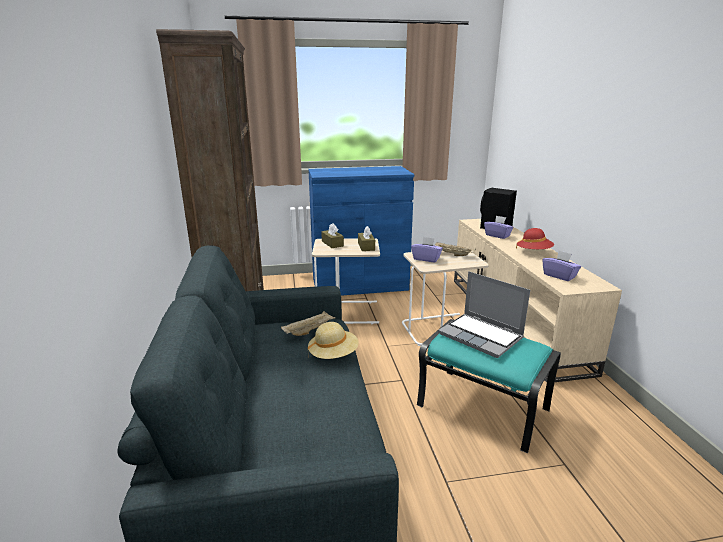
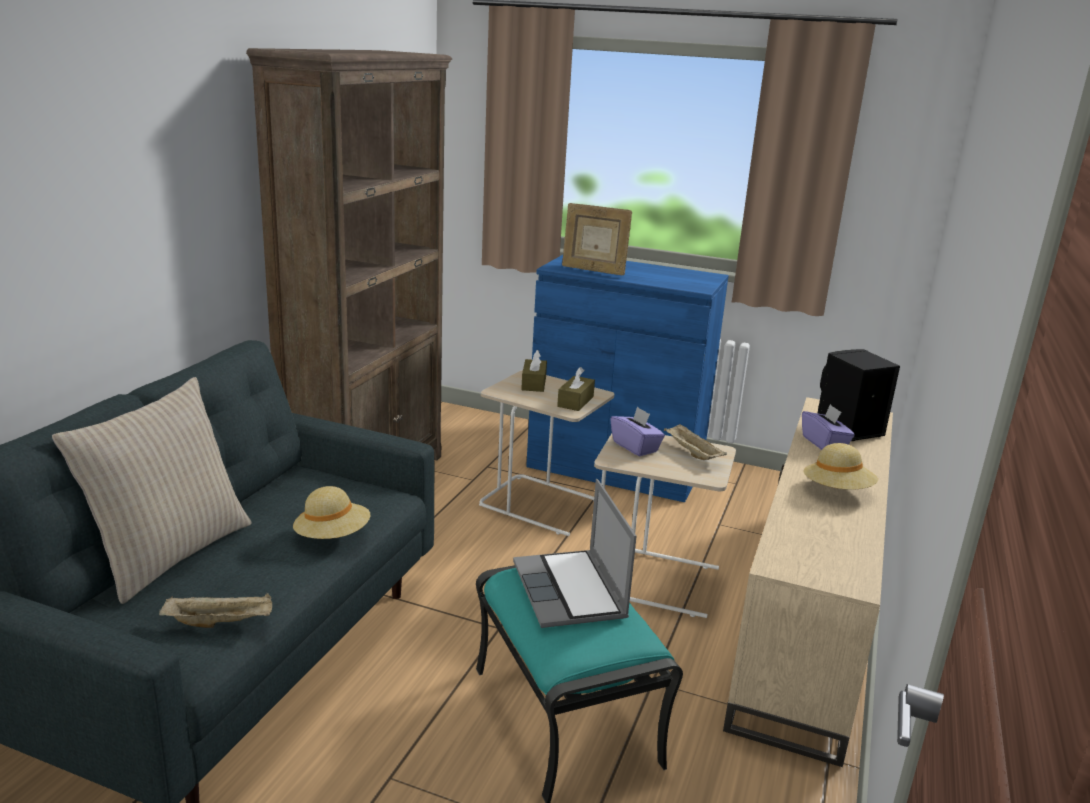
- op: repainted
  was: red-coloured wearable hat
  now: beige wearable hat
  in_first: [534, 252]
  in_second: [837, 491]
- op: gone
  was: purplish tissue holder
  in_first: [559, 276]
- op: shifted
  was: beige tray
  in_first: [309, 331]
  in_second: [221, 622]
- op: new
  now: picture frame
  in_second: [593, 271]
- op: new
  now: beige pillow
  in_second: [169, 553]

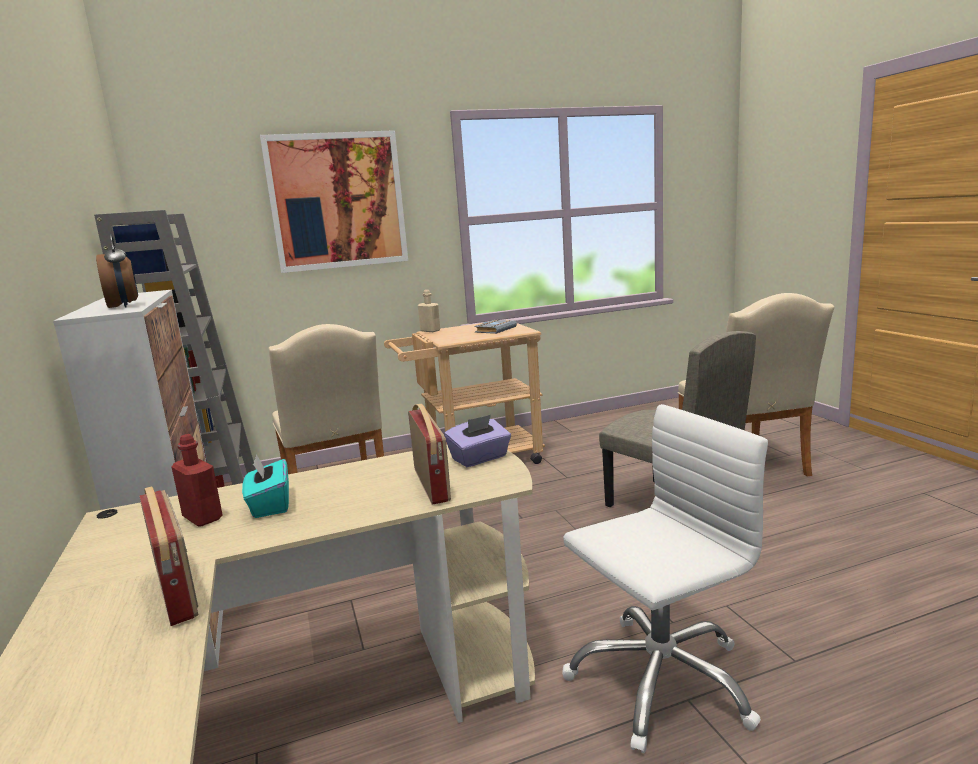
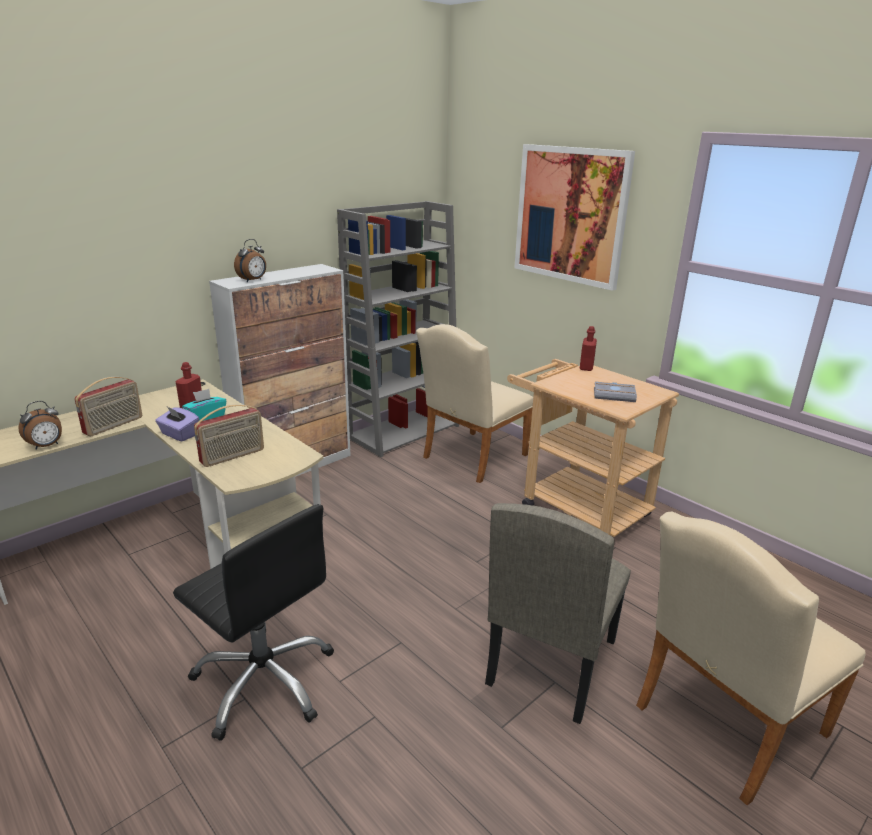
- op: repainted
  was: beige beverage bottle
  now: red-coloured beverage bottle
  in_first: [430, 331]
  in_second: [586, 367]
- op: repainted
  was: white office chair
  now: blackish office chair
  in_first: [660, 679]
  in_second: [264, 681]
- op: shifted
  was: purplish tissue holder
  in_first: [480, 458]
  in_second: [179, 435]
- op: new
  now: alarm clock
  in_second: [46, 446]

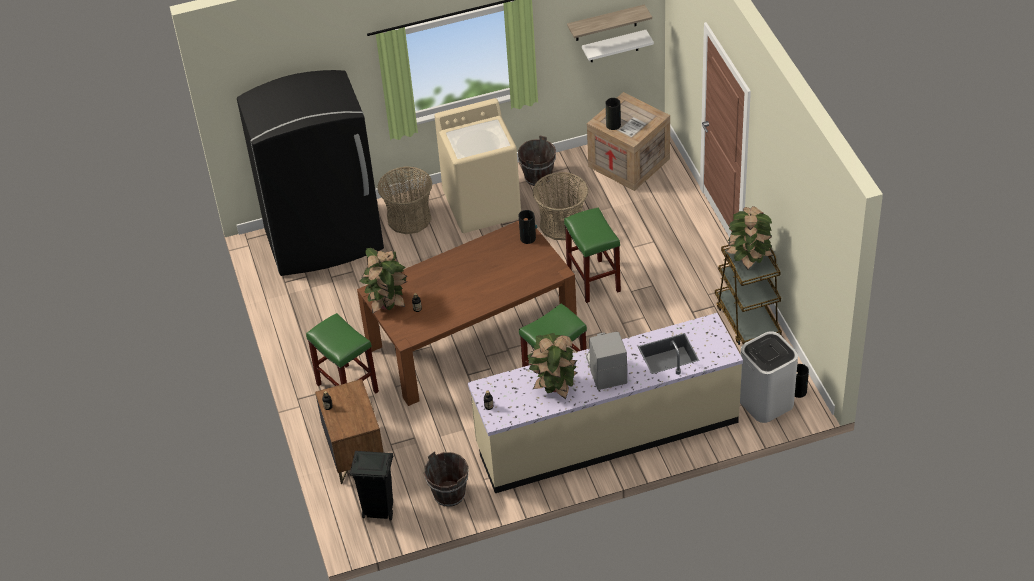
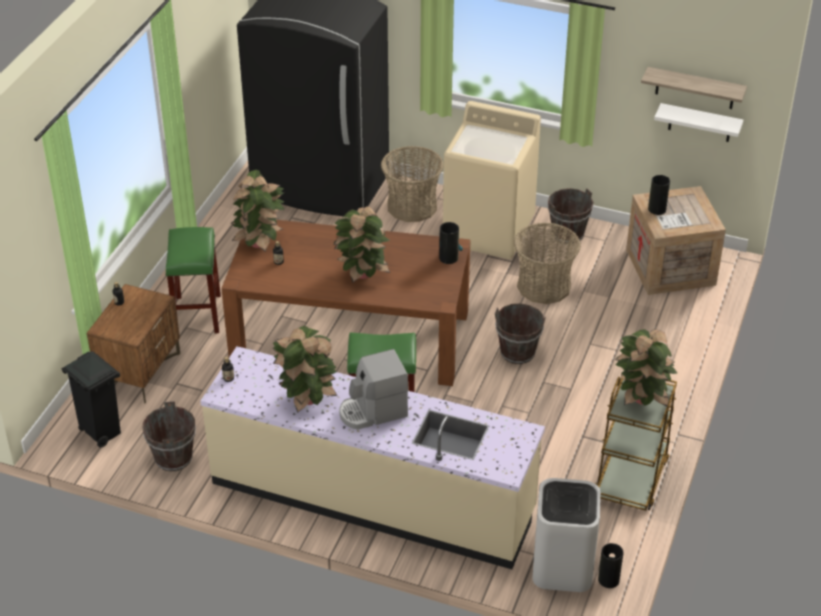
- op: swapped
  was: greenish stool
  now: brown-coloured bucket
  in_first: [594, 281]
  in_second: [517, 352]
- op: rotated
  was: coffee machine
  in_first: [605, 369]
  in_second: [373, 412]
  clockwise: -135
- op: new
  now: houseplant
  in_second: [362, 274]

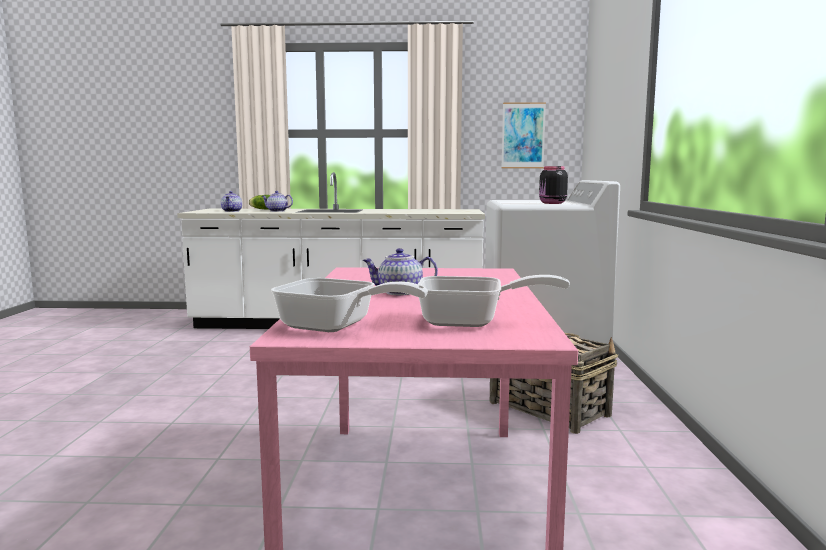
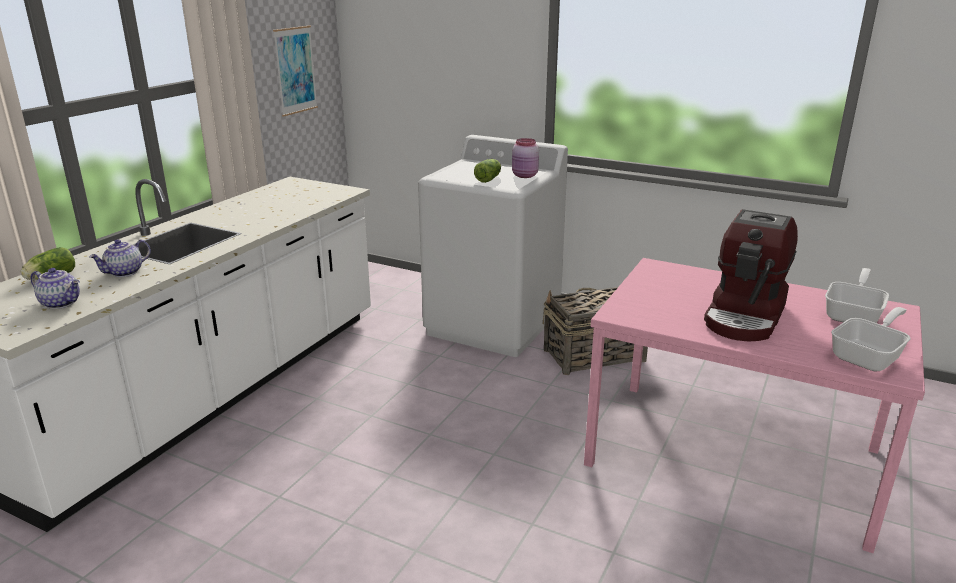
- op: repainted
  was: blackish storage jar
  now: pink storage jar
  in_first: [552, 203]
  in_second: [525, 176]
- op: swapped
  was: tea pot
  now: coffee machine
  in_first: [399, 292]
  in_second: [746, 316]
- op: new
  now: lettuce
  in_second: [489, 179]

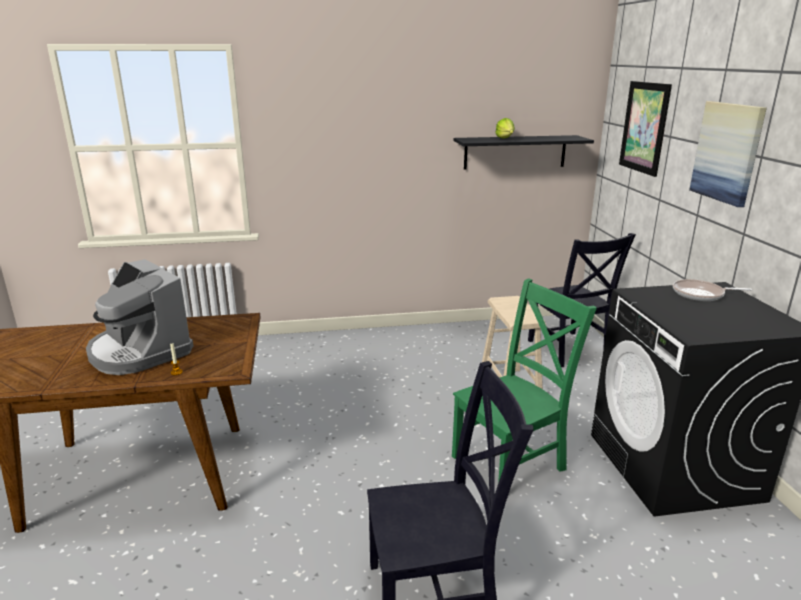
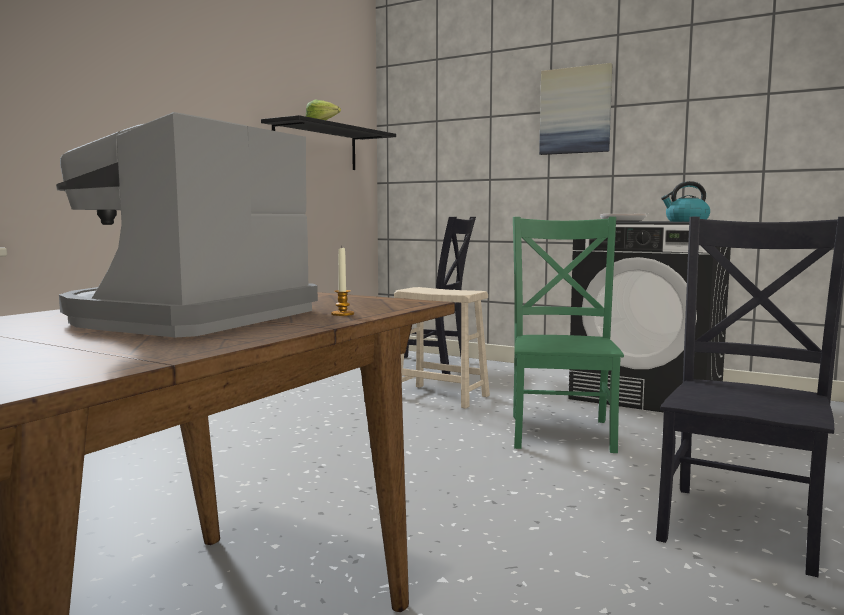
- op: gone
  was: wall art
  in_first: [644, 127]
- op: rotated
  was: coffee machine
  in_first: [139, 351]
  in_second: [190, 318]
  clockwise: 120
- op: new
  now: kettle
  in_second: [686, 221]

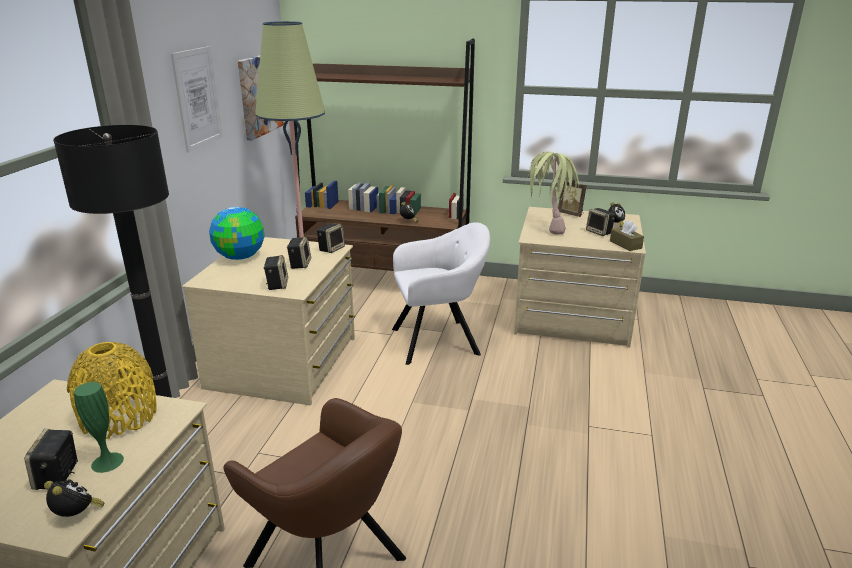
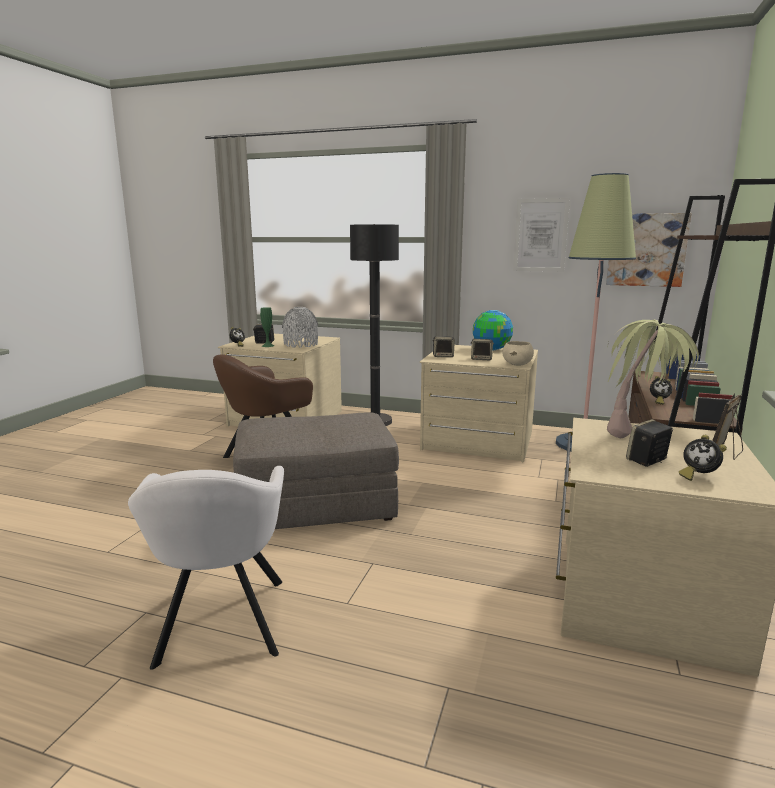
- op: gone
  was: brown-coloured tissue holder
  in_first: [625, 244]
- op: shifted
  was: white armchair
  in_first: [439, 340]
  in_second: [222, 625]
- op: swapped
  was: audio speaker
  now: beige deep dish
  in_first: [331, 249]
  in_second: [517, 364]
- op: repainted
  was: yellow-coloured flower vase
  now: greyish flower vase
  in_first: [119, 416]
  in_second: [301, 344]
- op: new
  now: greyish ottoman
  in_second: [317, 504]

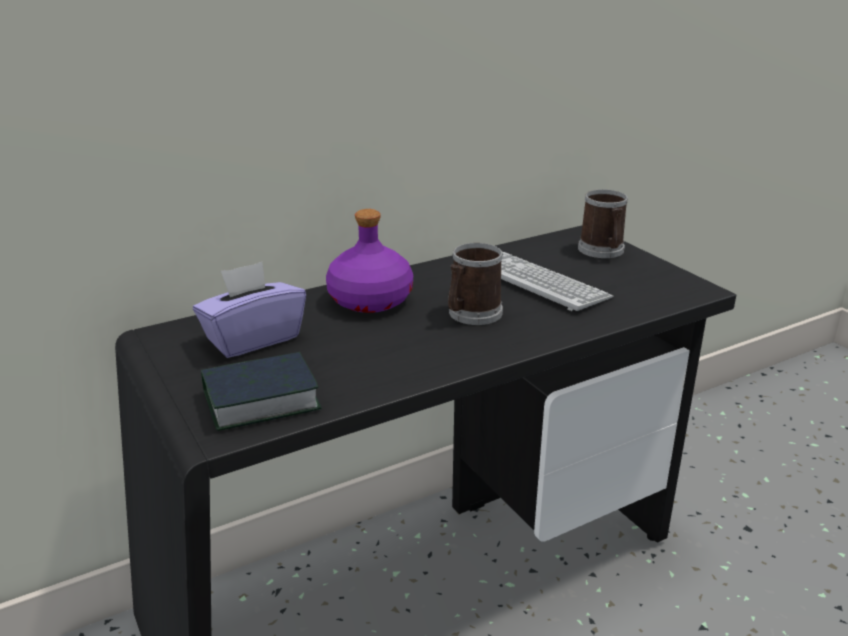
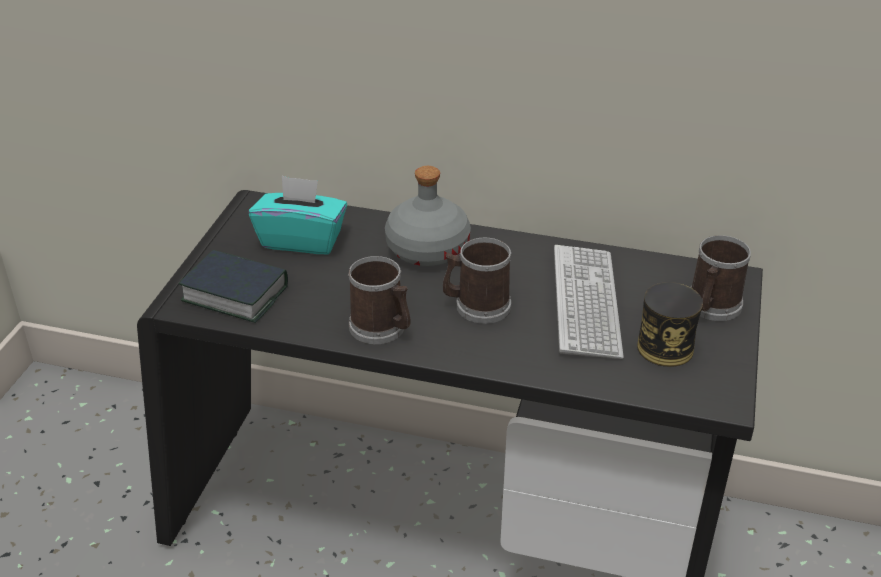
- op: repainted
  was: purplish beverage bottle
  now: greyish beverage bottle
  in_first: [369, 300]
  in_second: [427, 249]
- op: repainted
  was: purplish tissue holder
  now: turquoise tissue holder
  in_first: [253, 339]
  in_second: [302, 240]
- op: new
  now: mug
  in_second: [382, 329]
- op: new
  now: sealed can
  in_second: [665, 348]

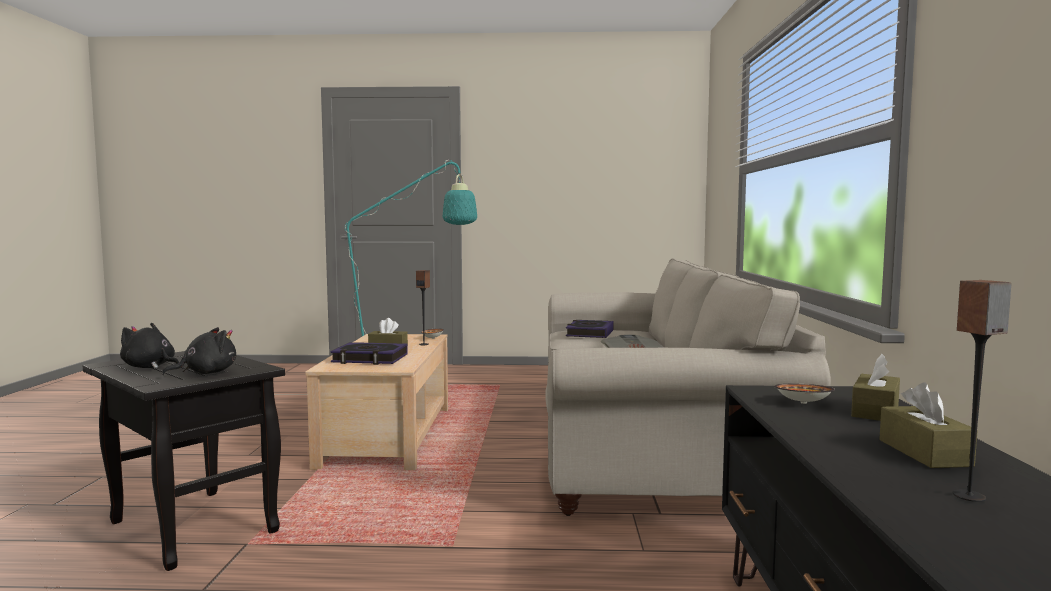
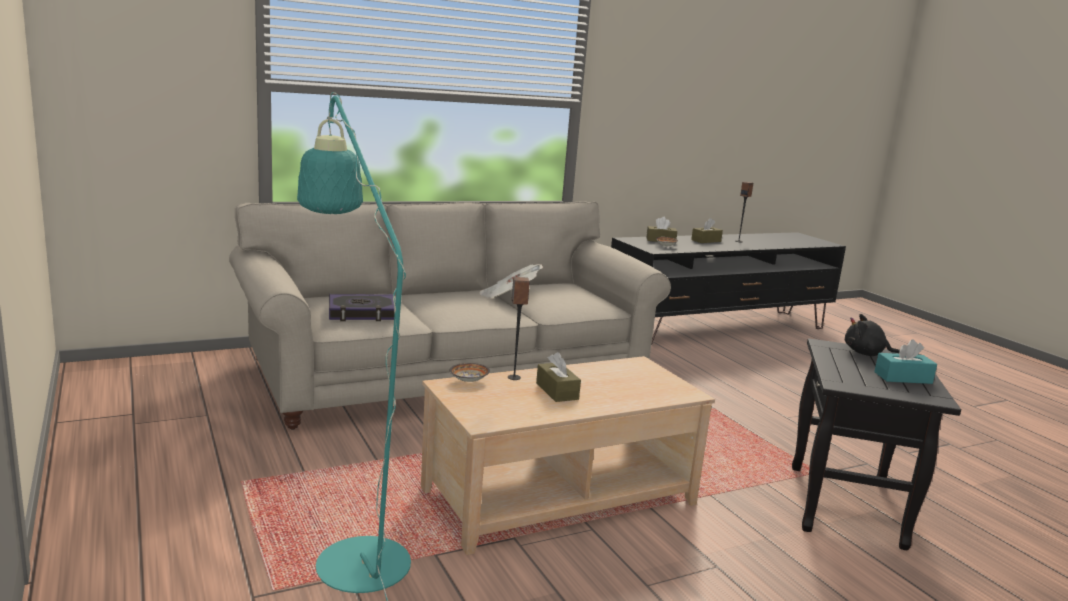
- op: swapped
  was: blackish soft toy
  now: turquoise tissue holder
  in_first: [150, 367]
  in_second: [903, 378]
- op: gone
  was: book
  in_first: [370, 359]

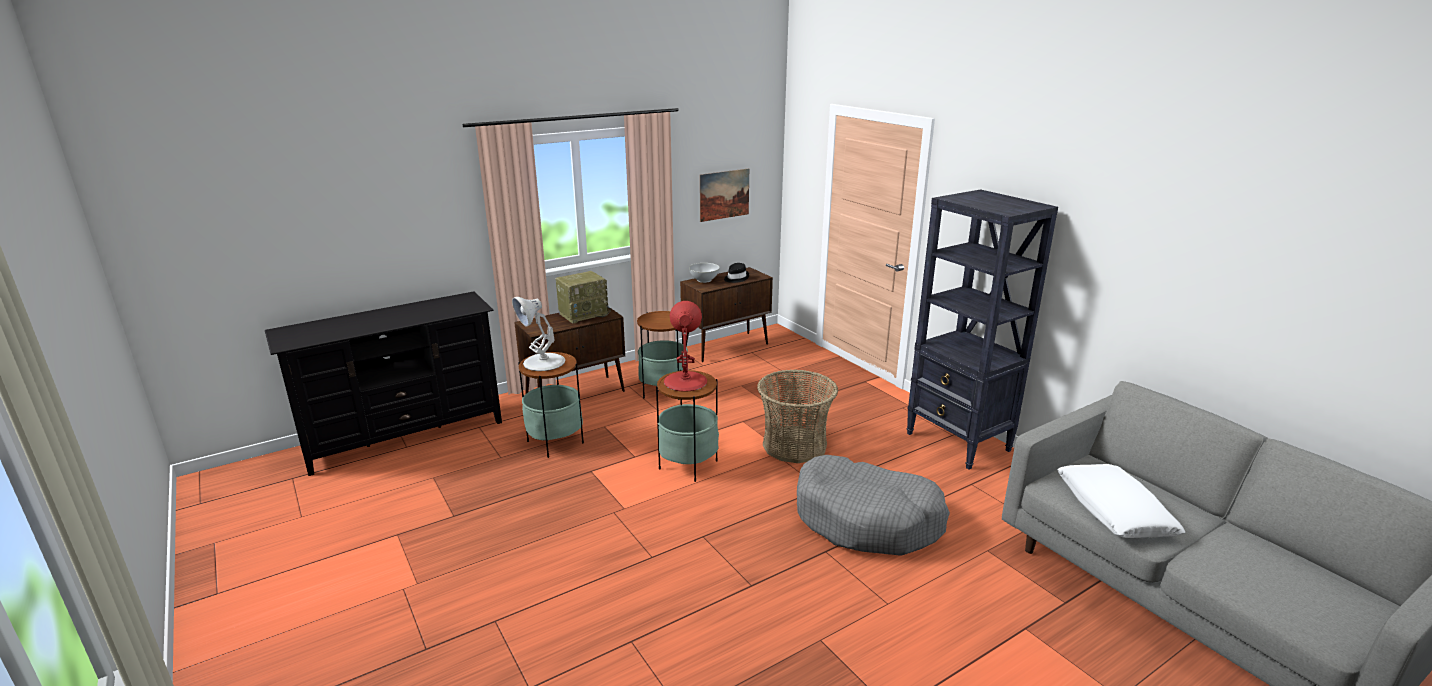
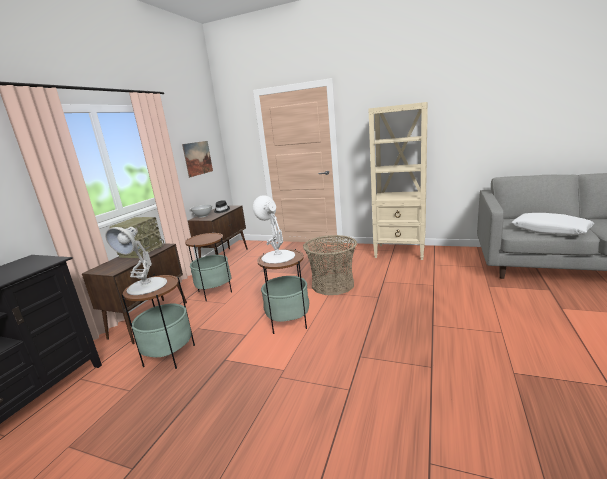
- op: repainted
  was: blackish bookcase
  now: beige bookcase
  in_first: [958, 442]
  in_second: [400, 252]
- op: repainted
  was: red-coloured tabletop lamp
  now: white tabletop lamp
  in_first: [685, 380]
  in_second: [277, 256]
- op: gone
  was: greyish dog cushion
  in_first: [867, 519]

